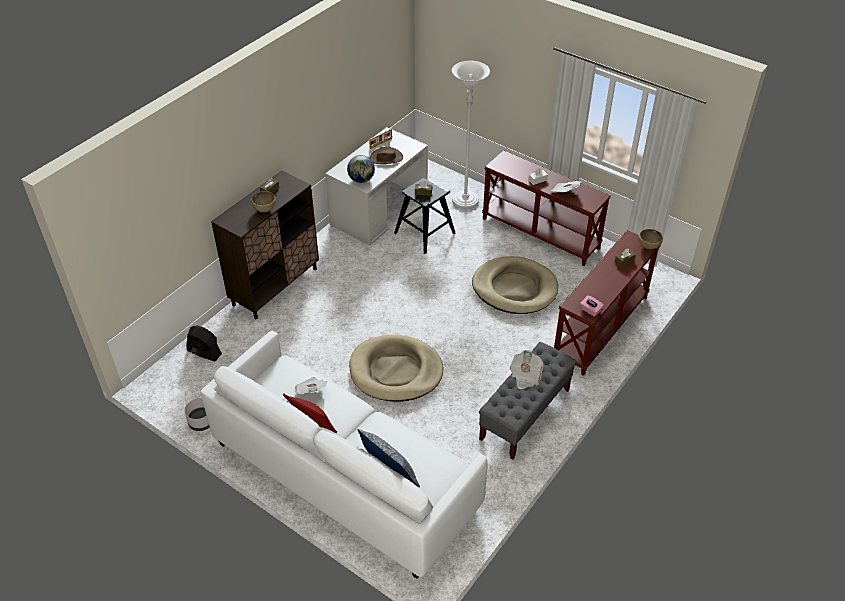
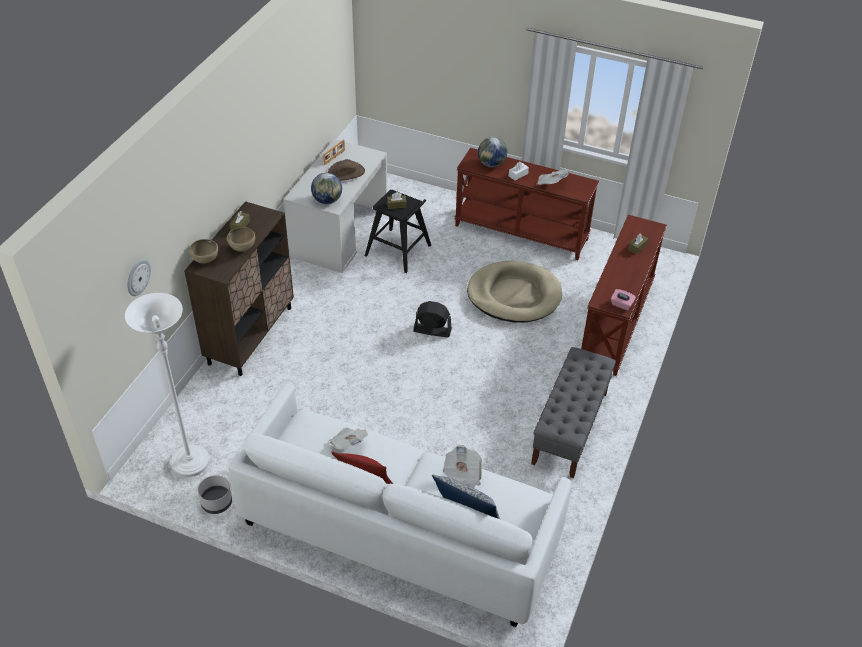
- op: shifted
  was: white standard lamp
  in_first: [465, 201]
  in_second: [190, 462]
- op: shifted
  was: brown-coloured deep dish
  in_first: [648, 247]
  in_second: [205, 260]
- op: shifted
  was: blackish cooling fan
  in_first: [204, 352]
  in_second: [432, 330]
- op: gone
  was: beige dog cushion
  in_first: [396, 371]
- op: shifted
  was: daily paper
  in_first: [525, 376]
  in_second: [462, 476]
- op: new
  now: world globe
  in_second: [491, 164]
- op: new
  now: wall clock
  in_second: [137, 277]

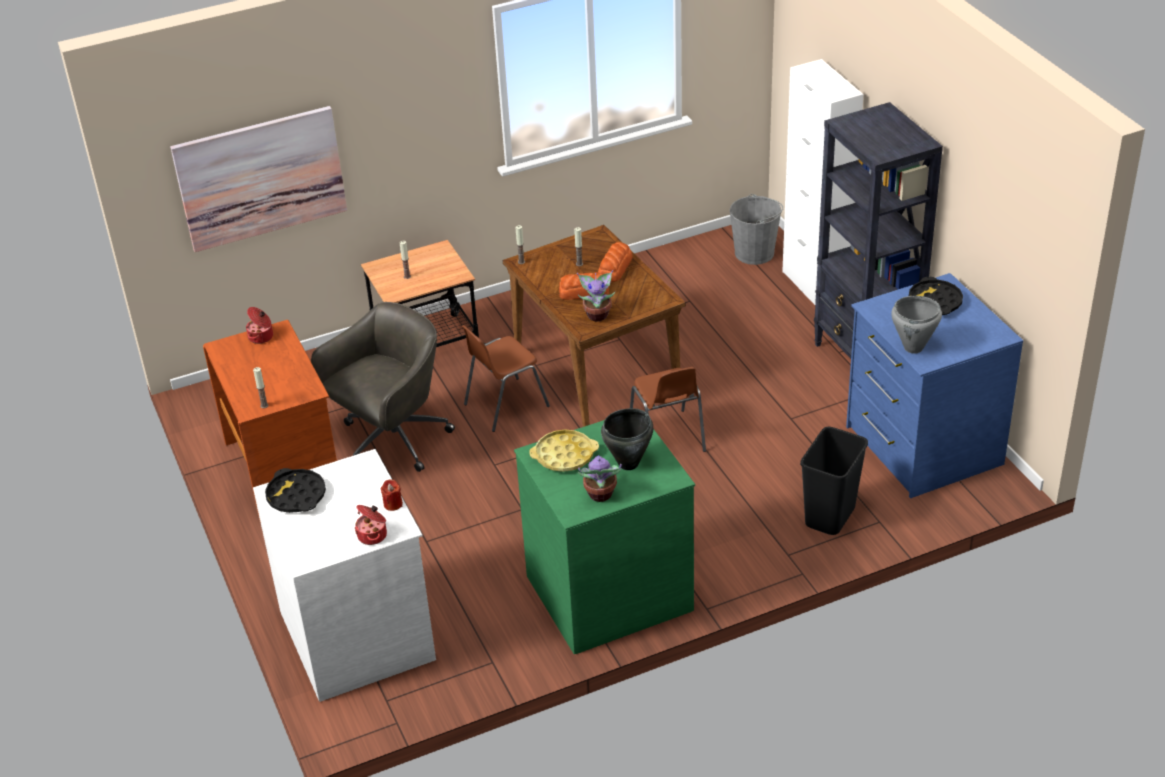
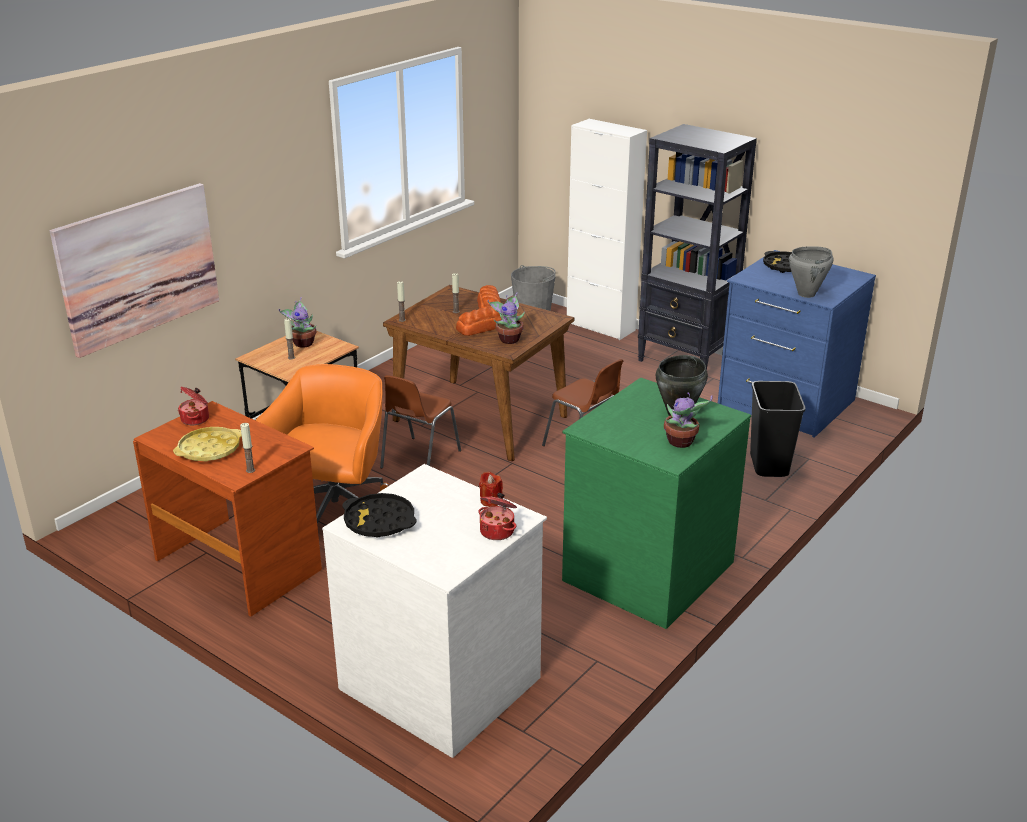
- op: repainted
  was: greyish office chair
  now: orange-coloured office chair
  in_first: [392, 440]
  in_second: [333, 512]
- op: shifted
  was: yellow-coloured tray
  in_first: [564, 455]
  in_second: [209, 449]
- op: new
  now: houseplant
  in_second: [302, 343]

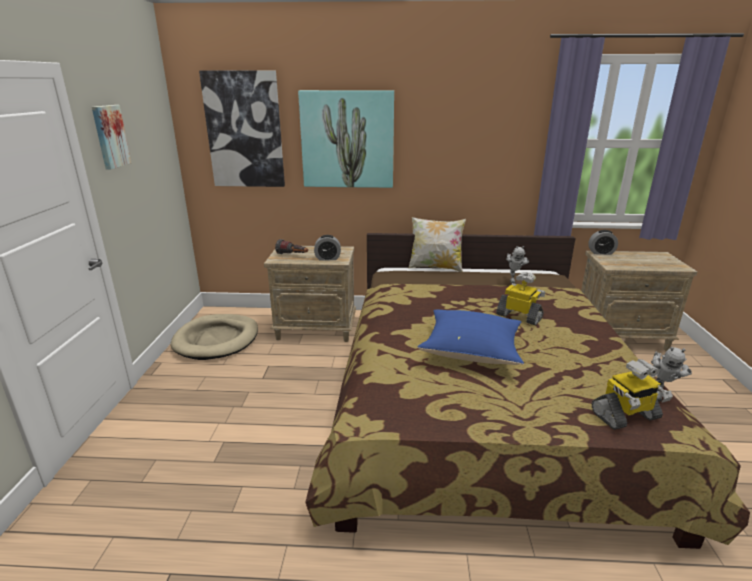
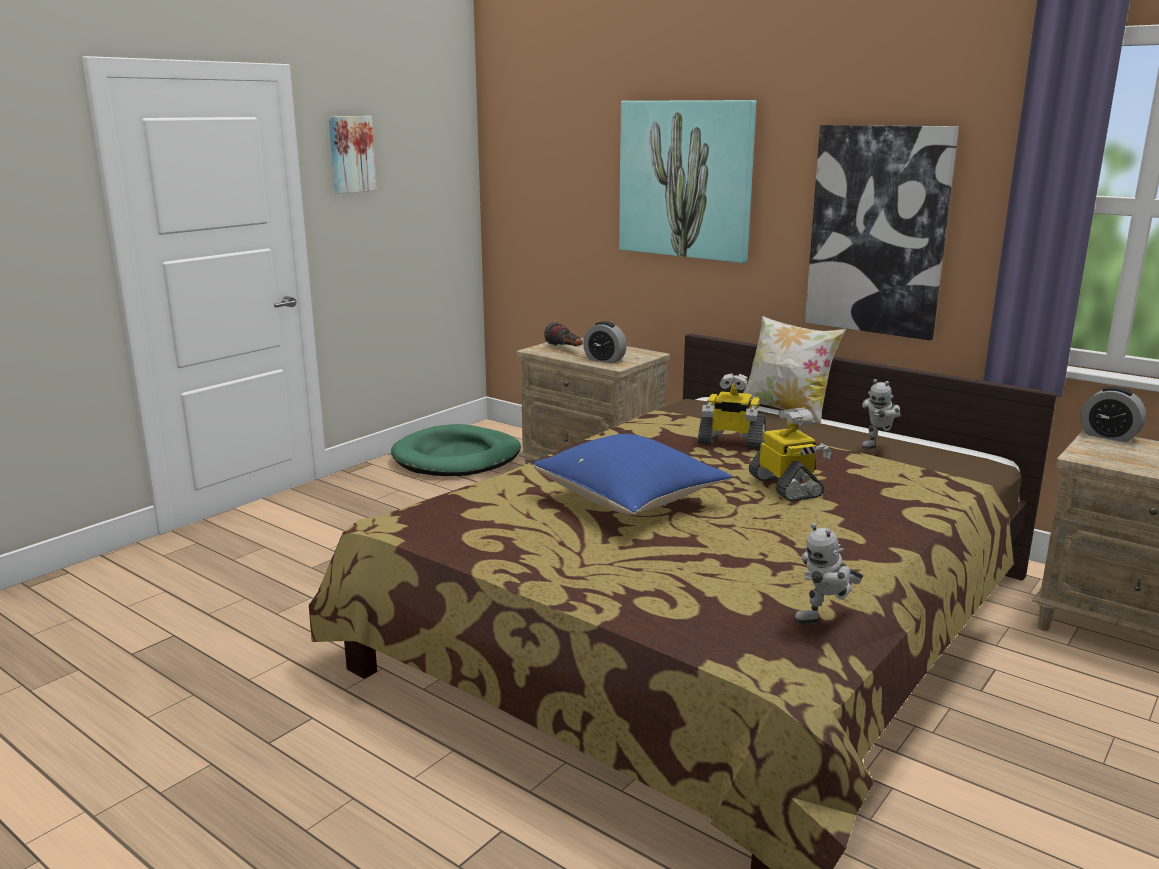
- op: shifted
  was: wall art
  in_first: [244, 130]
  in_second: [878, 231]
- op: repainted
  was: beige dog cushion
  now: greenish dog cushion
  in_first: [217, 340]
  in_second: [457, 457]
- op: shifted
  was: model robot
  in_first: [625, 416]
  in_second: [730, 442]

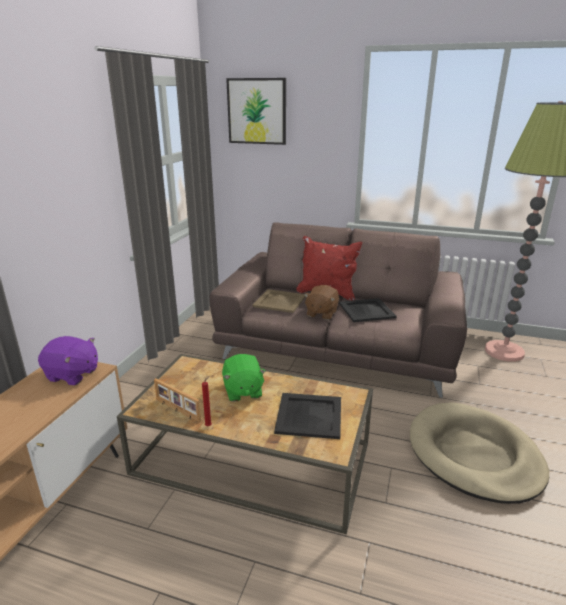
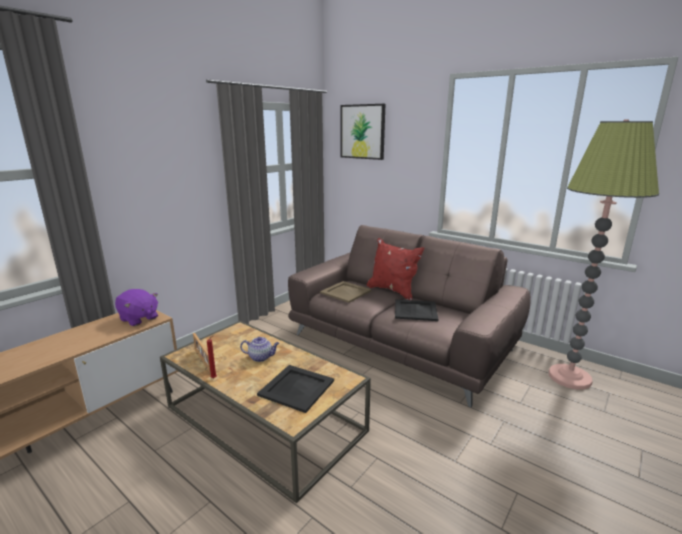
- op: gone
  was: brown-coloured soft toy
  in_first: [321, 313]
- op: swapped
  was: greenish soft toy
  now: tea pot
  in_first: [242, 391]
  in_second: [261, 357]
- op: gone
  was: beige dog cushion
  in_first: [473, 455]

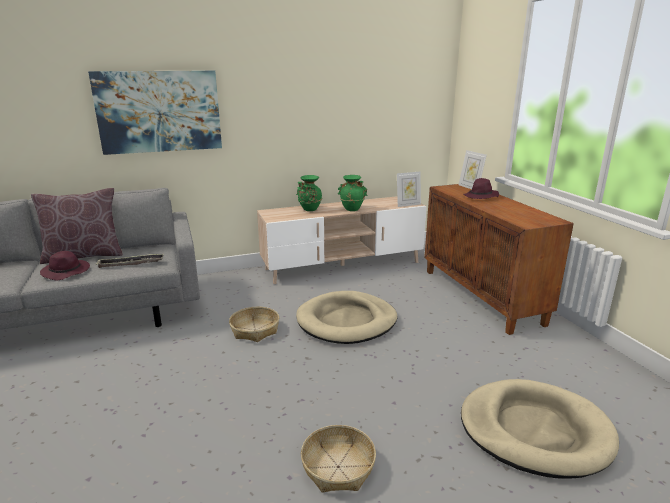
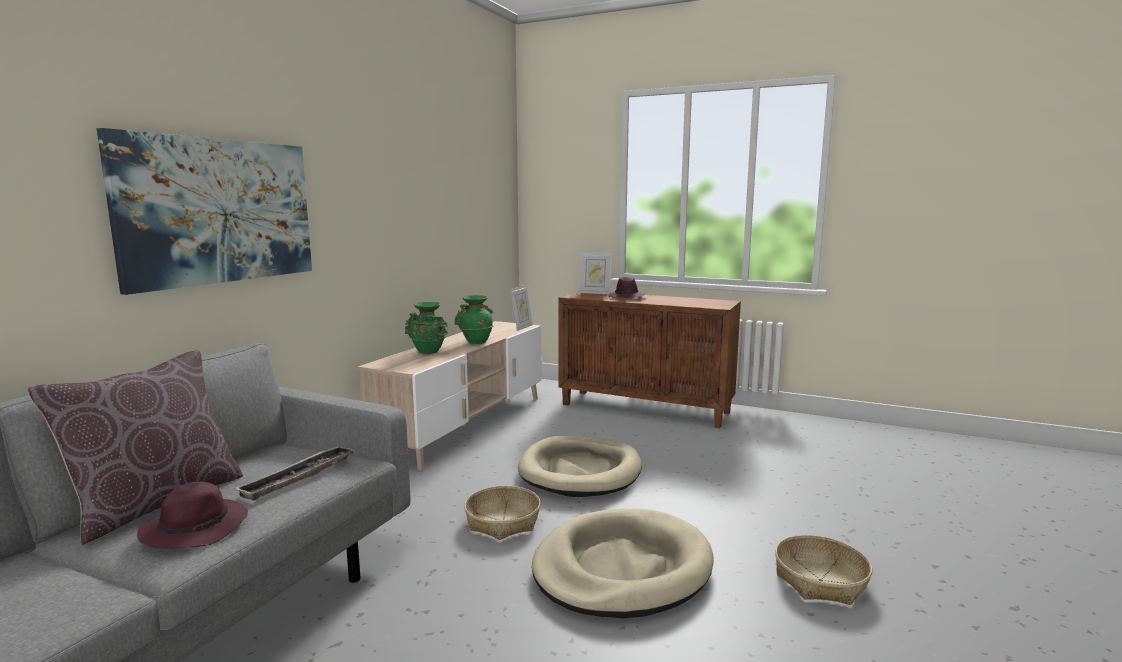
- op: shifted
  was: beige dog cushion
  in_first: [534, 431]
  in_second: [621, 568]

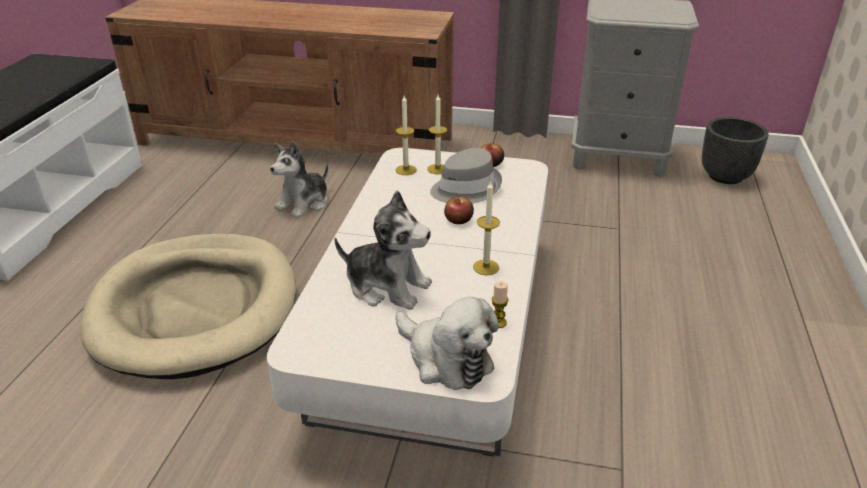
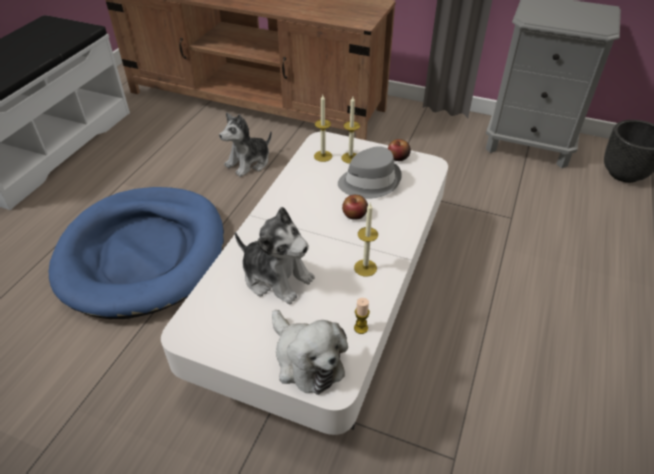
- op: repainted
  was: beige dog cushion
  now: blue-coloured dog cushion
  in_first: [196, 309]
  in_second: [143, 254]

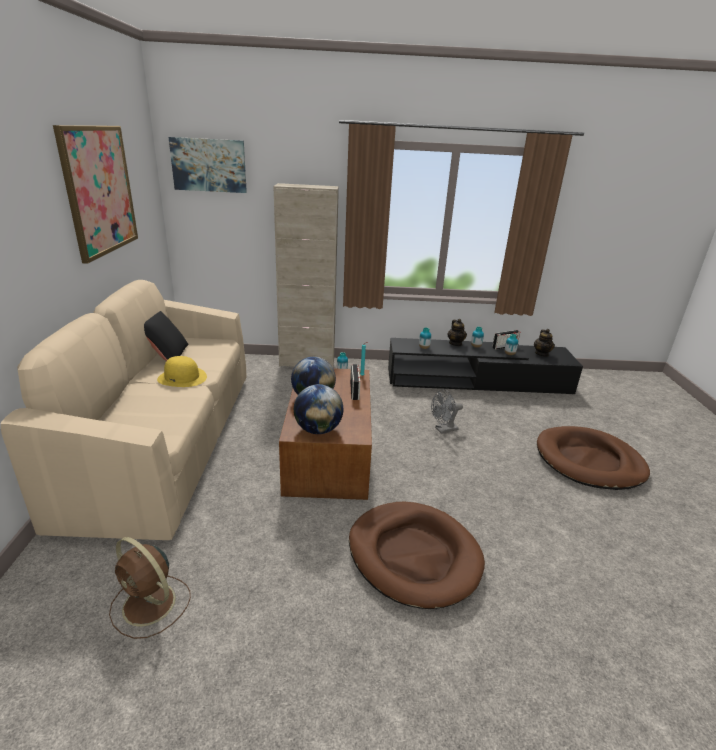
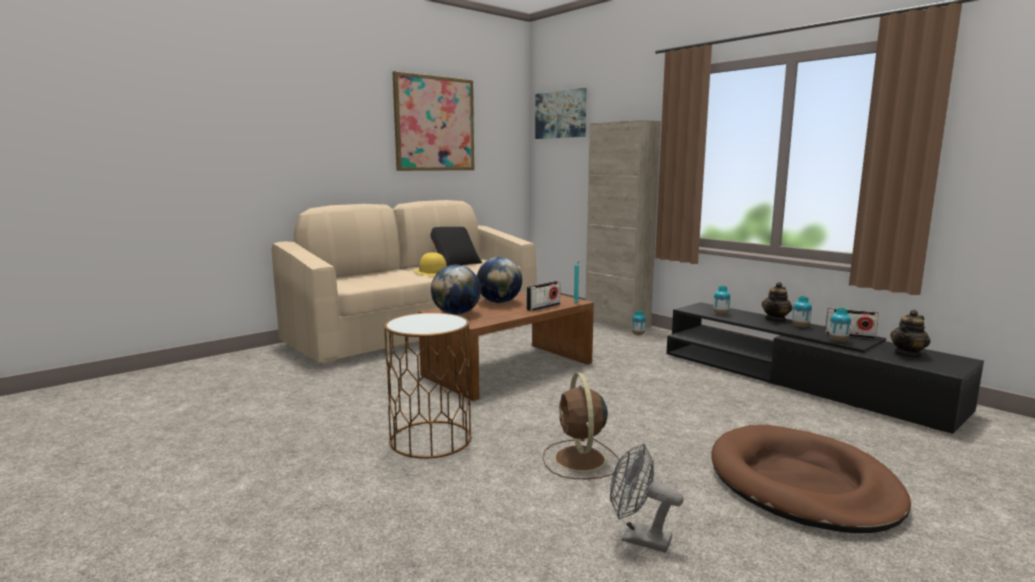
- op: shifted
  was: greyish cooling fan
  in_first: [443, 430]
  in_second: [638, 538]
- op: swapped
  was: brown-coloured dog cushion
  now: brown-coloured accent table
  in_first: [414, 555]
  in_second: [430, 439]
- op: shifted
  was: brown-coloured cooling fan
  in_first: [150, 605]
  in_second: [580, 460]

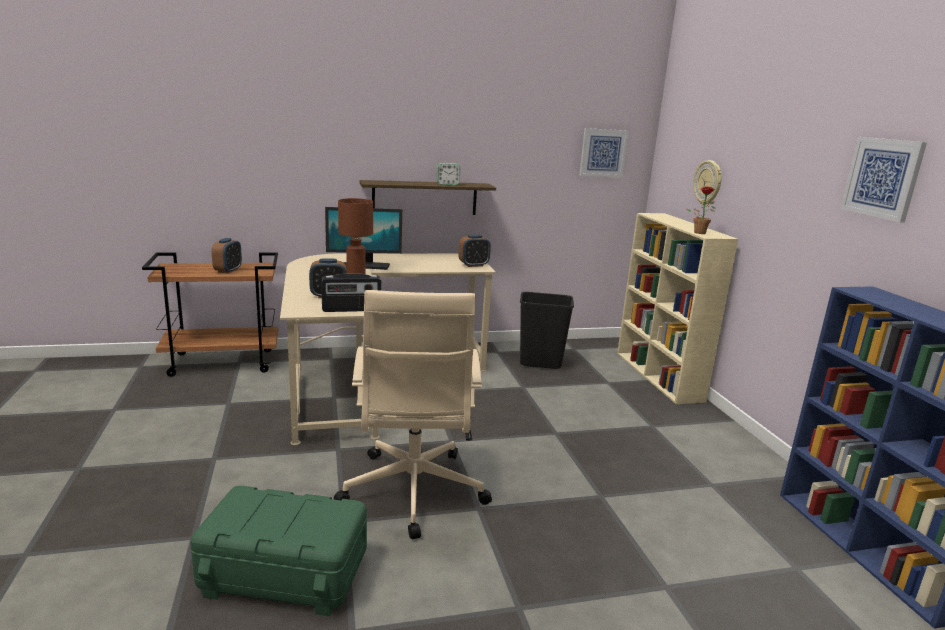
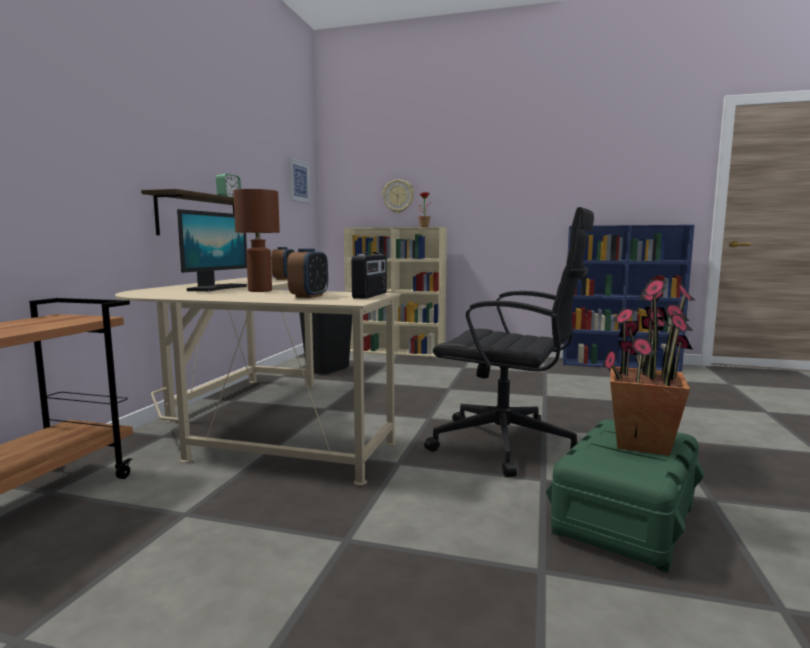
- op: gone
  was: wall art
  in_first: [882, 178]
- op: gone
  was: alarm clock
  in_first: [228, 270]
- op: repainted
  was: beige office chair
  now: blackish office chair
  in_first: [413, 493]
  in_second: [508, 445]
- op: new
  now: houseplant
  in_second: [641, 443]

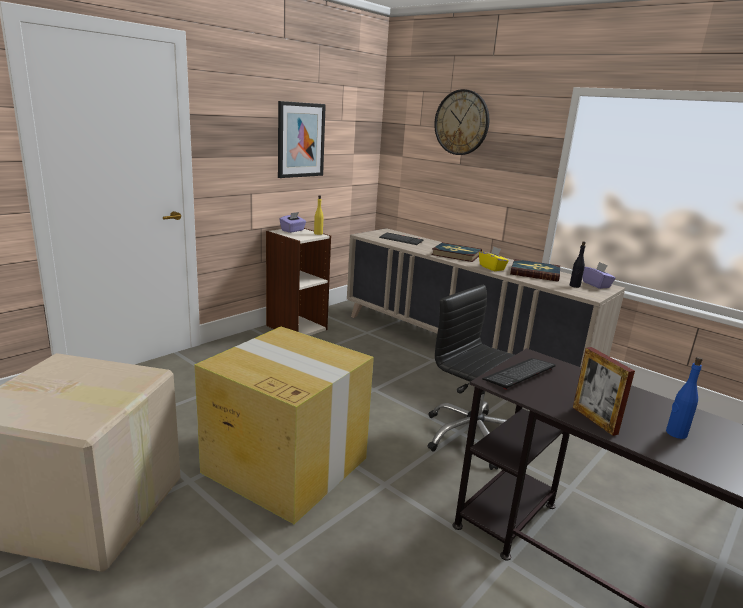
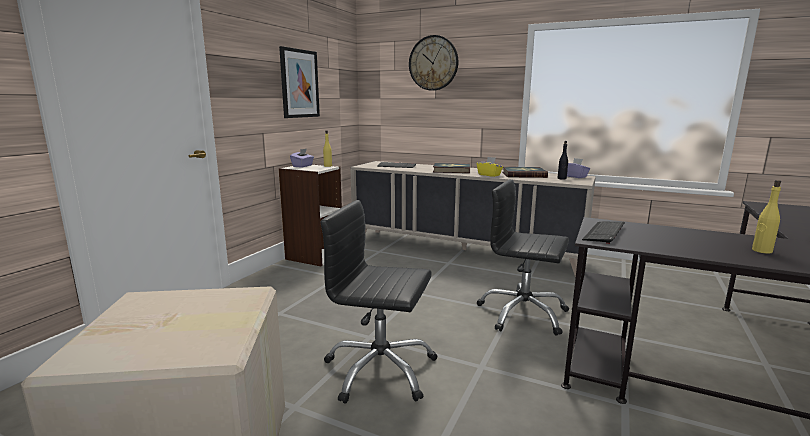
- op: swapped
  was: carton
  now: blackish office chair
  in_first: [284, 464]
  in_second: [380, 370]
- op: gone
  was: picture frame
  in_first: [594, 420]
- op: repainted
  was: blue-coloured beverage bottle
  now: yellow-coloured beverage bottle
  in_first: [676, 433]
  in_second: [761, 251]

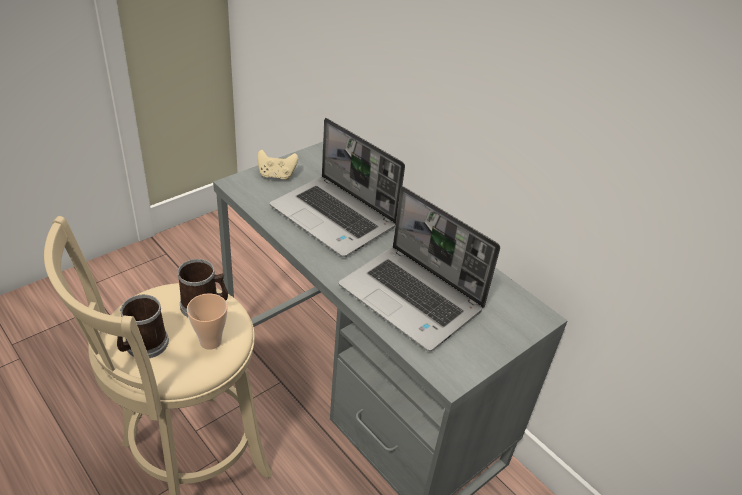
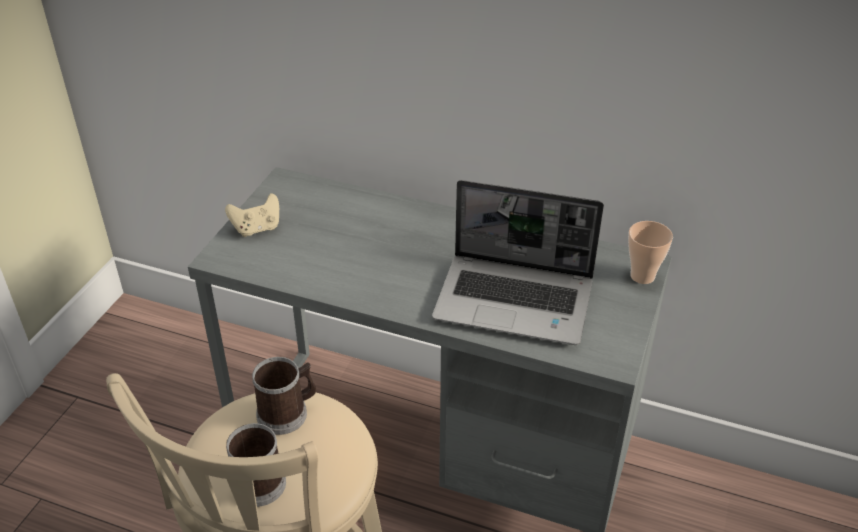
- op: gone
  was: notebook computer
  in_first: [335, 217]
- op: shifted
  was: small cup
  in_first: [210, 341]
  in_second: [642, 276]

